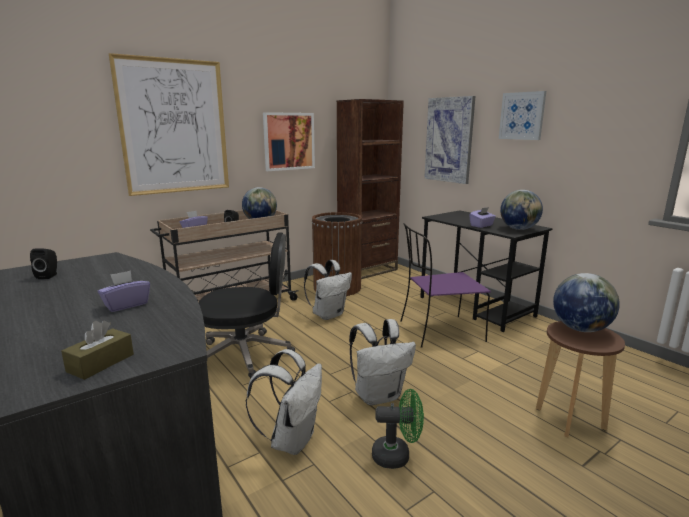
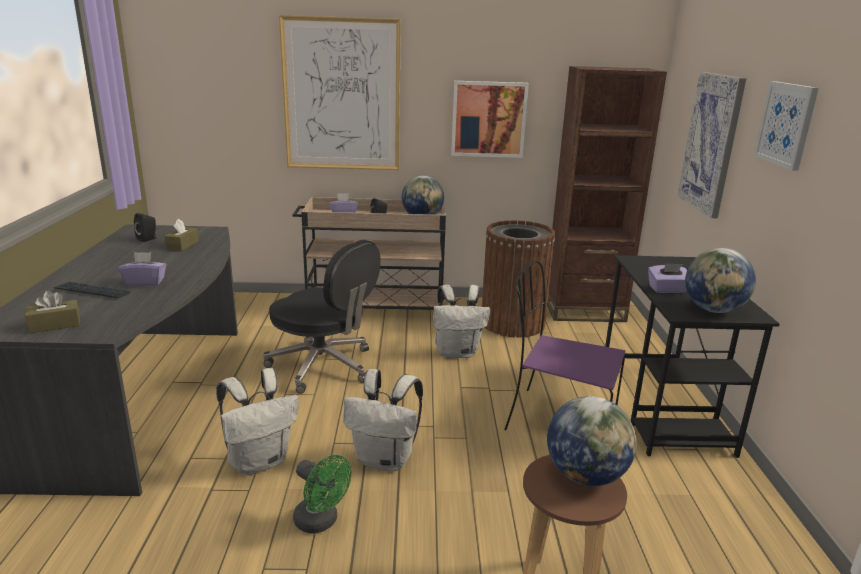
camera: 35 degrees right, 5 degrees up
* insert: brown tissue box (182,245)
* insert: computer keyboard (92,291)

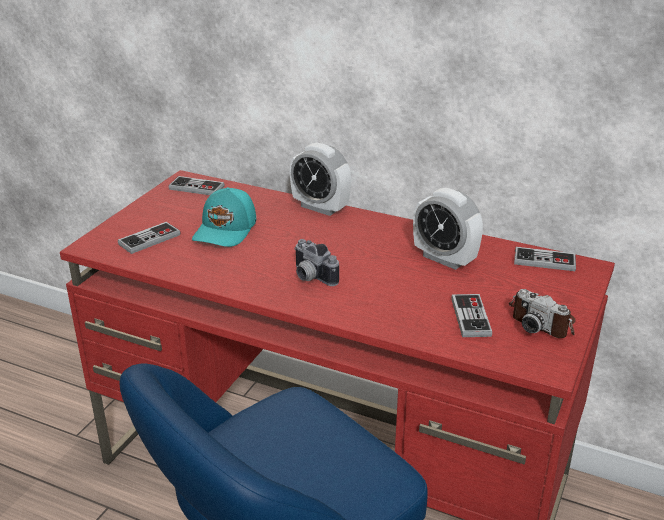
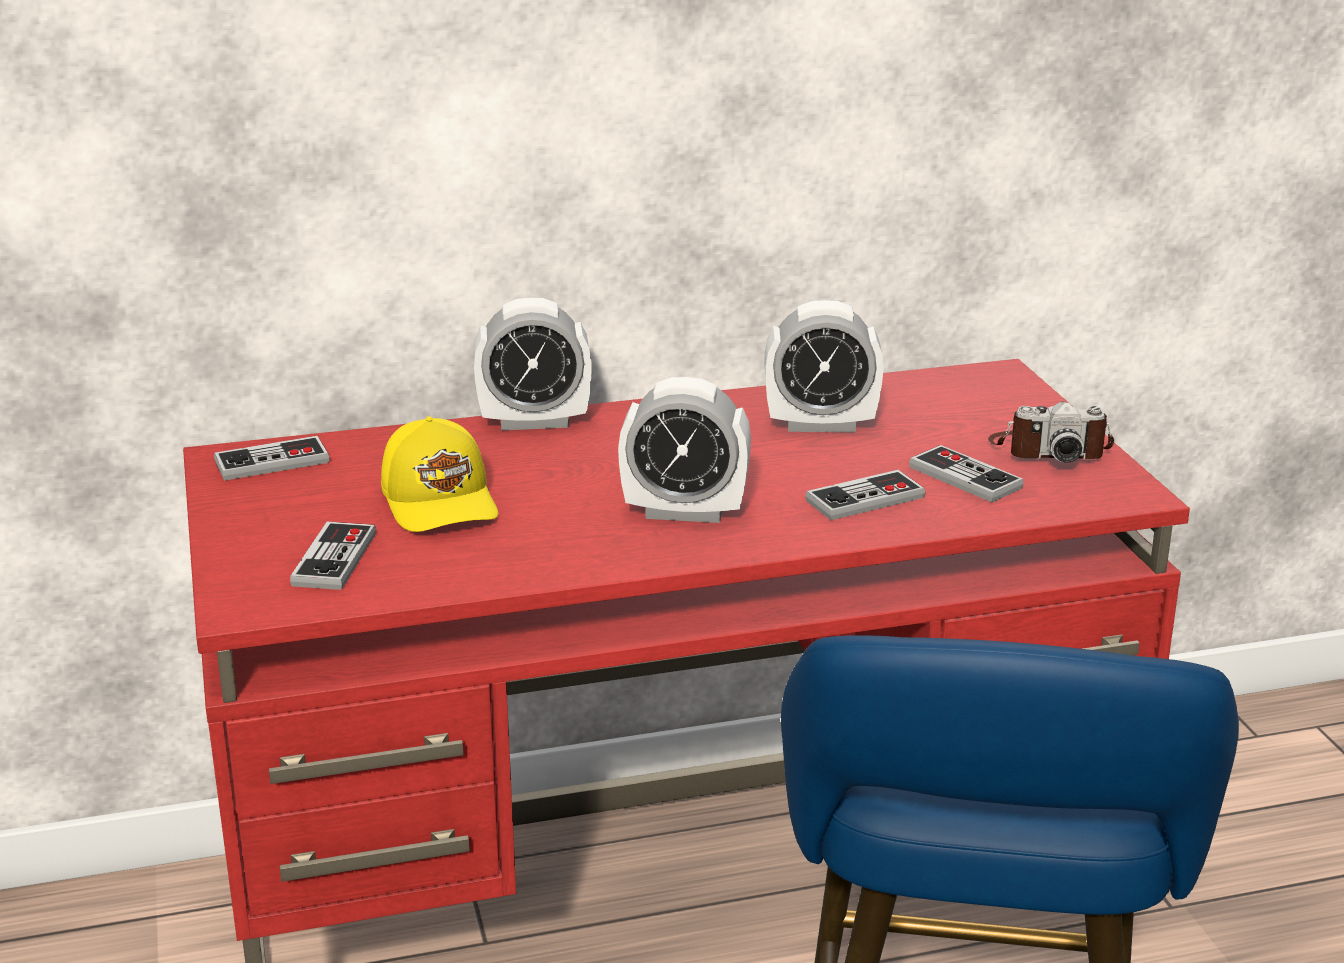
camera: 40 degrees left, 5 degrees down
* recolor: turquoise-coloured peaked cap (226,230) to yellowish peaked cap (442,501)
* replace: photo camera (310,277) to table clock (684,512)
* move: joypad (544,261) to (865,499)

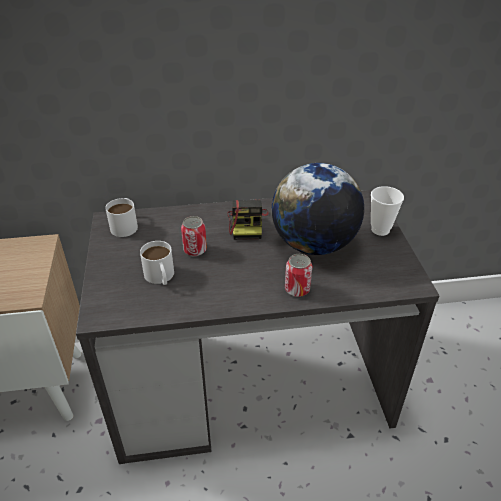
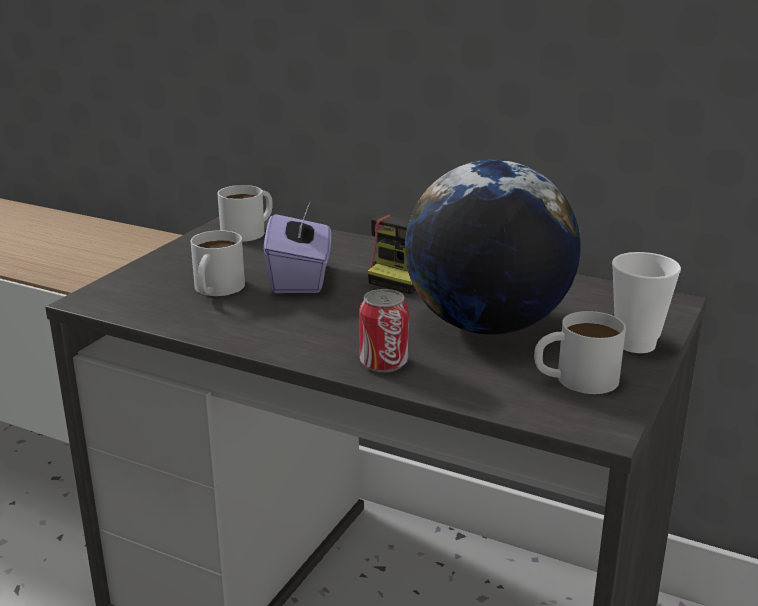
camera: 35 degrees right, 15 degrees down
* replace: can (195,250) to purple tissue box (300,278)
* insert: white tea mug (575,379)

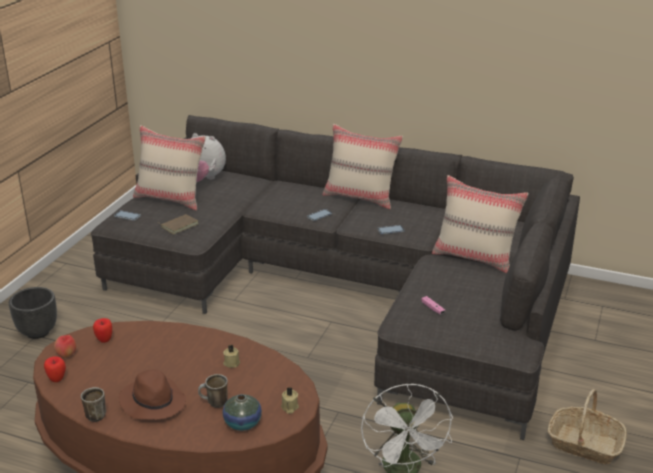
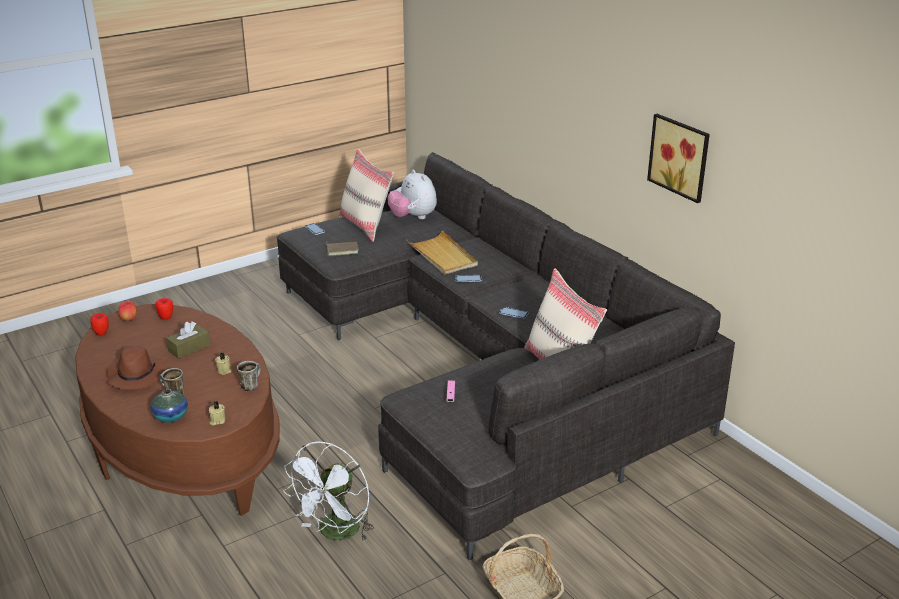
camera: 35 degrees right, 0 degrees up
* delete: beige-coloured throw pillow (361,197)
* delete: black-coloured planter (38,332)
* move: tea mug (95,414) to (251,385)
* insert: picture (681,156)
* insert: beige-coloured tray (442,256)
* insert: brown tissue box (189,348)

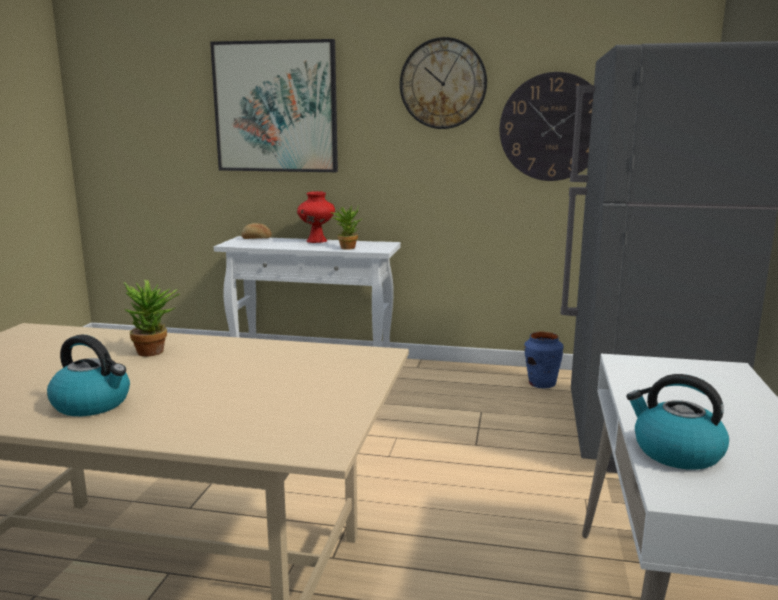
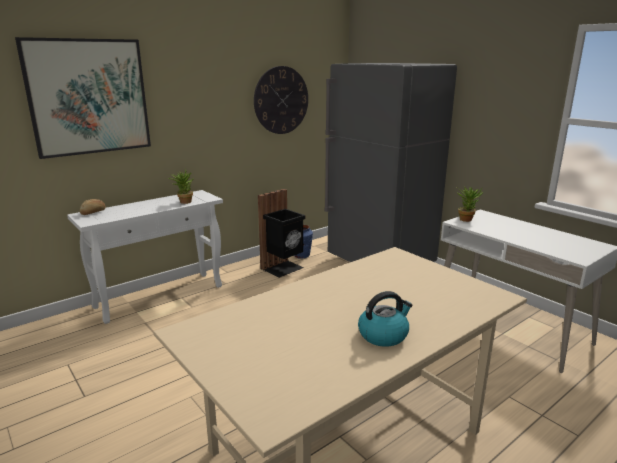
camera: 50 degrees left, 5 degrees up
* delete: wall clock (443,84)
* delete: reddish decorative vase (316,241)
* move: potted plant (155,352) to (467,219)
* delete: kettle (675,452)
* insert: black-coloured waste bin (283,268)

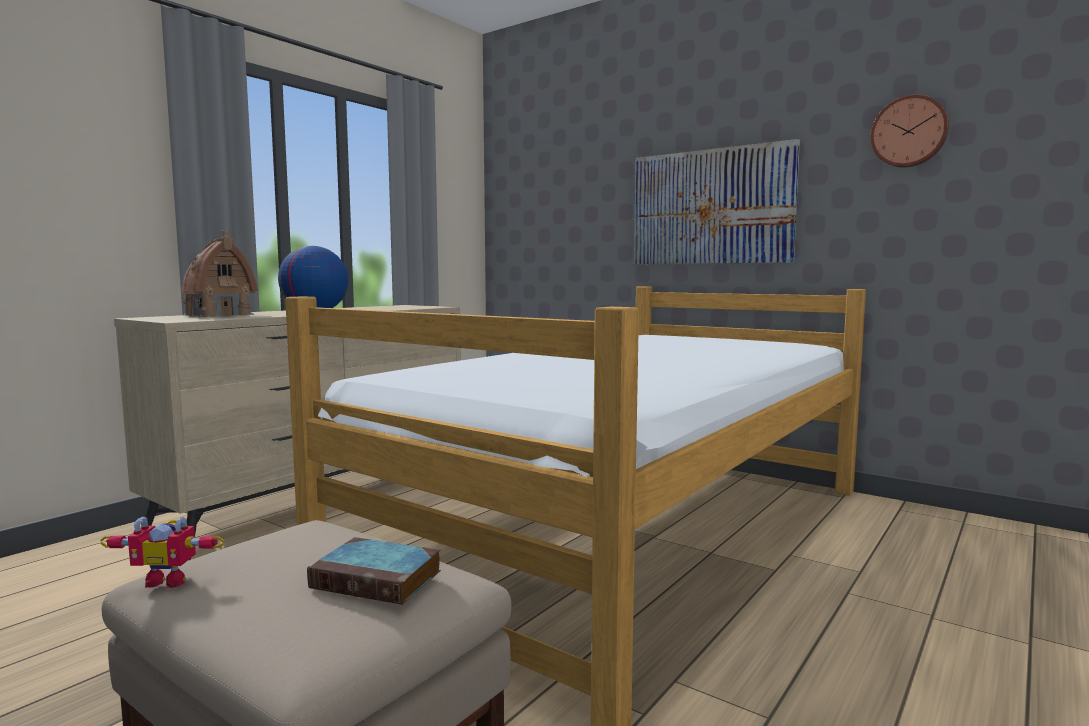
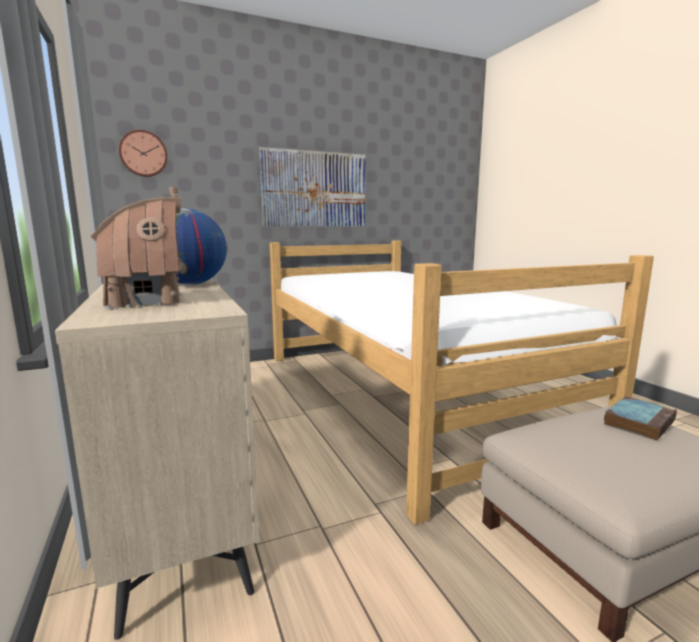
camera: 60 degrees left, 5 degrees up
* move: wall clock (909,132) to (143,154)
* delete: model robot (169,579)

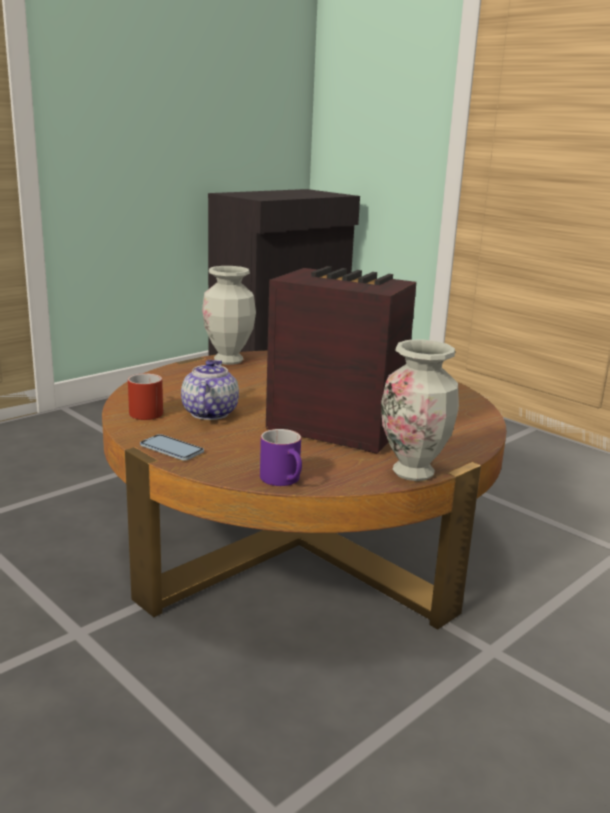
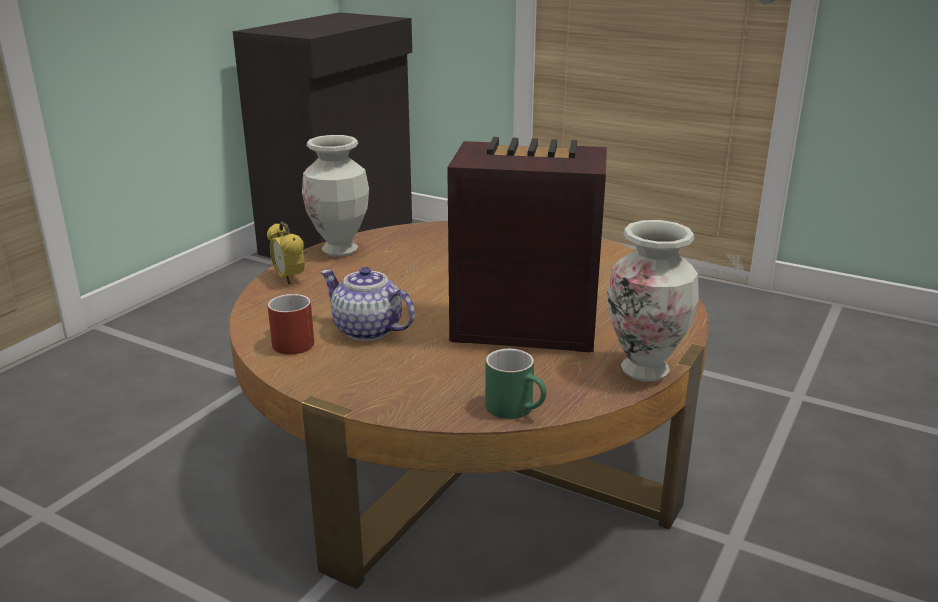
camera: 15 degrees left, 5 degrees up
* rotate: pot for tea (209,413) = (368,330) 45 degrees counterclockwise
* recolor: purple tea mug (285,480) to green-coloured tea mug (517,409)
* delete: phone (171,449)
* insert: table clock (289,279)

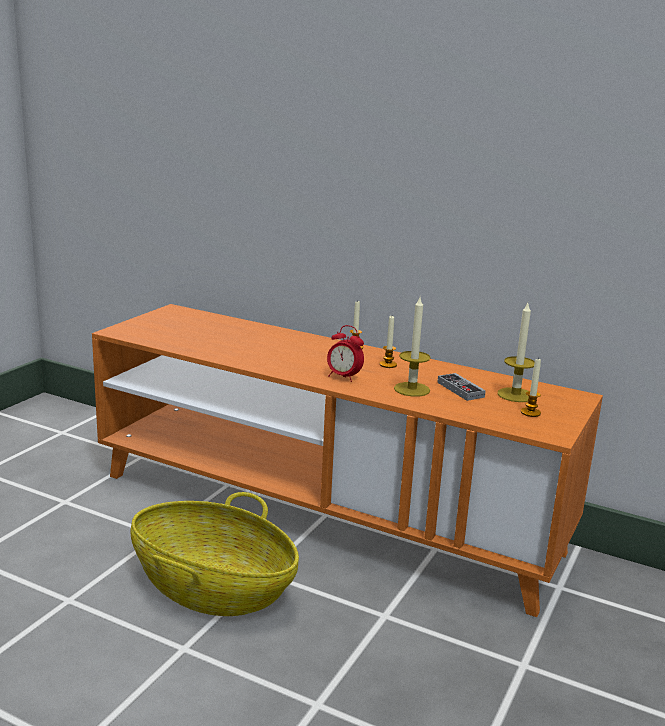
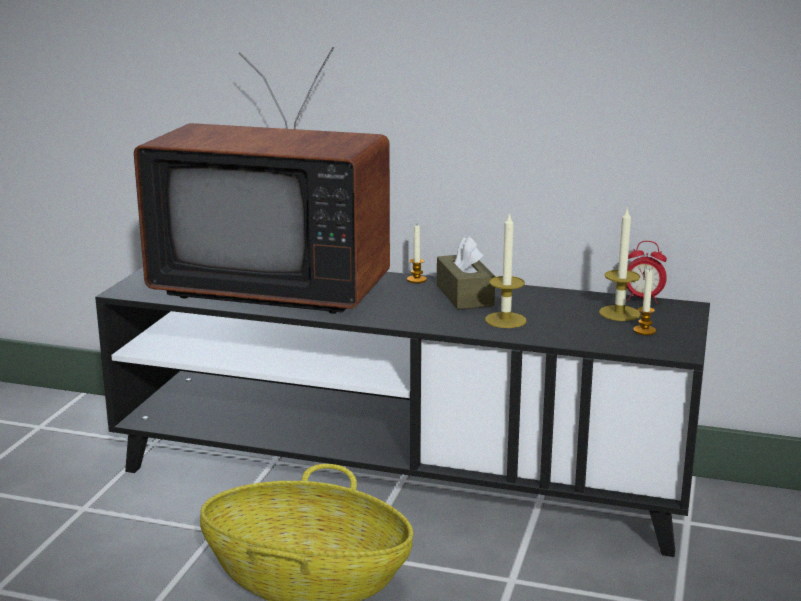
camera: 10 degrees left, 0 degrees up
* recolor: orangey tv stand (325,512) to black-coloured tv stand (400,478)
* replace: wax candle (388,365) to brown tissue box (464,295)
* move: table clock (343,377) to (643,299)
* delete: joypad (460,389)
* insert: TV (274,287)

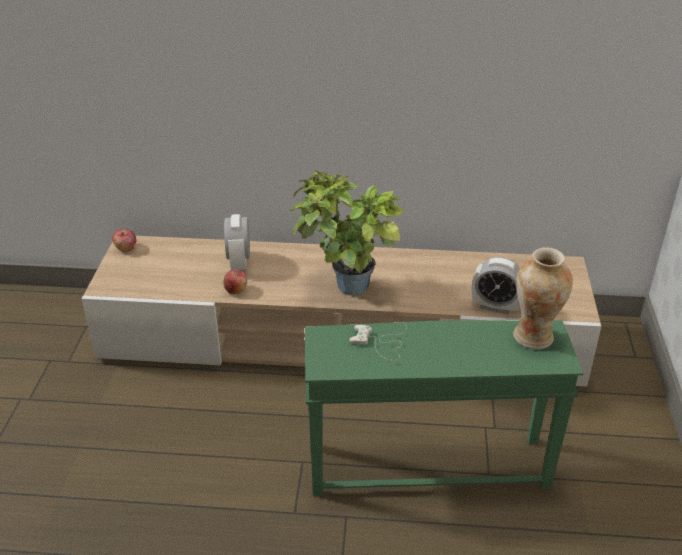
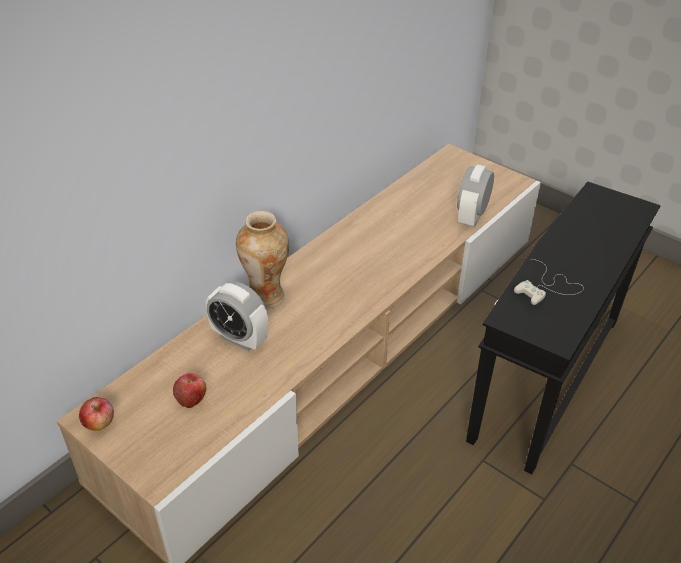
camera: 55 degrees left, 5 degrees up
* delete: potted plant (344,289)
* move: decorative vase (534,337) to (266,296)
* rotate: table clock (495,306) = (471,217) 150 degrees clockwise
* move: apple fruit (236,290) to (191,398)
* recolor: green-coloured end table (428,464) to black-coloured end table (544,376)

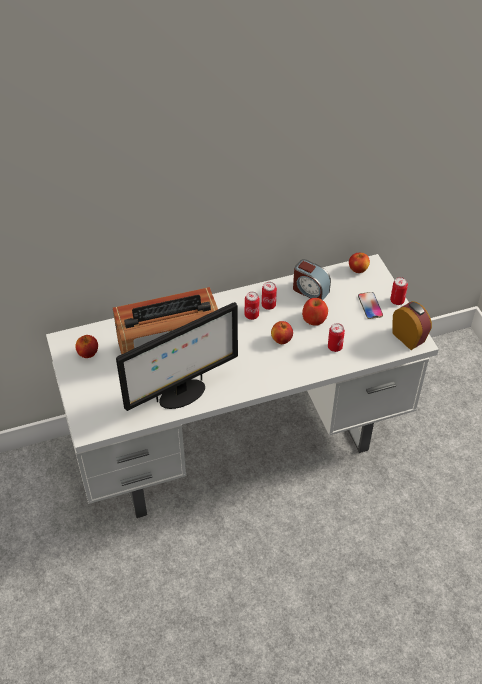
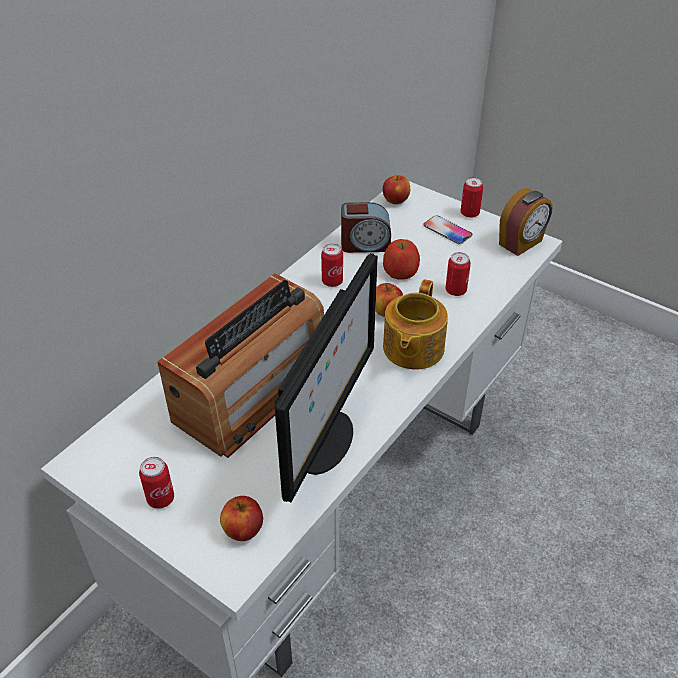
camera: 35 degrees left, 5 degrees down
* move: can (251,315) to (160,498)
* rotate: table clock (408,337) = (521,243) 120 degrees clockwise
* move: apple fruit (88,353) to (243,530)
* insert: pot for tea (412,349)

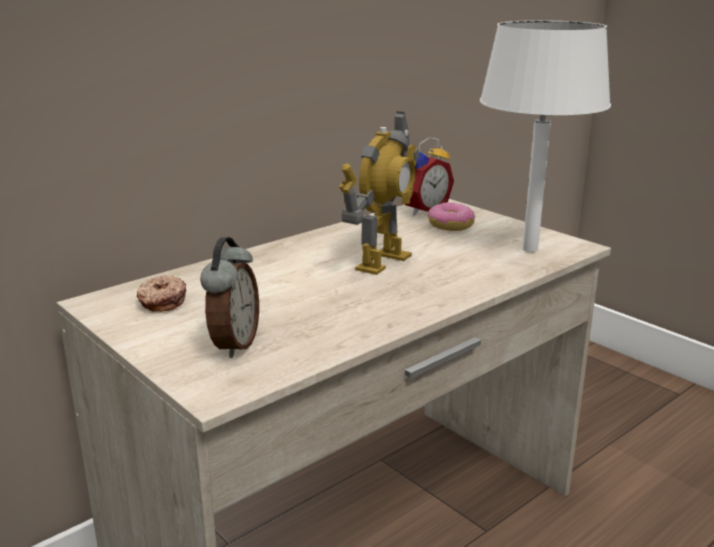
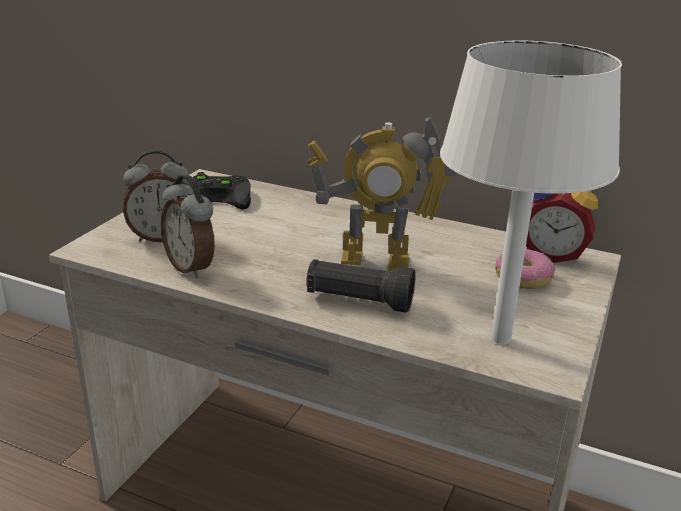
camera: 65 degrees right, 5 degrees up
* replace: ring doughnut (161,301) to black-coloured joypad (220,197)
* insert: table clock (191,267)
* insert: black-coloured hand torch (358,301)

